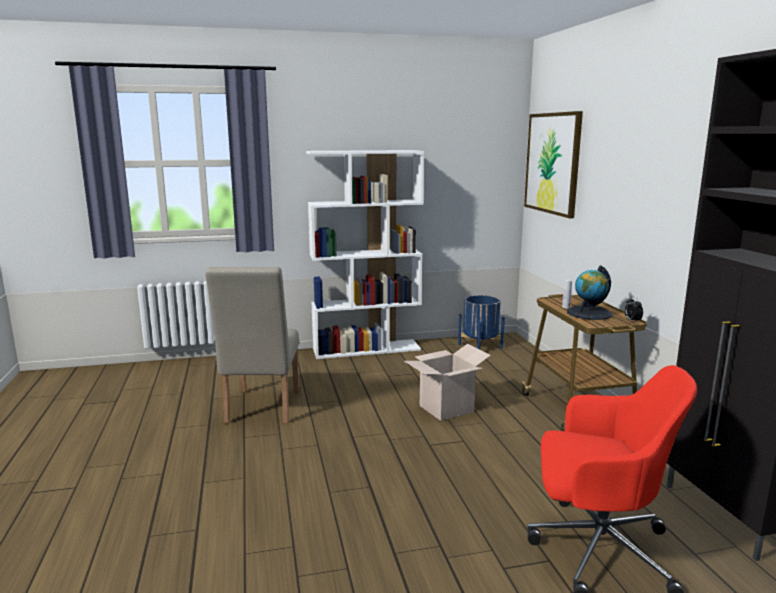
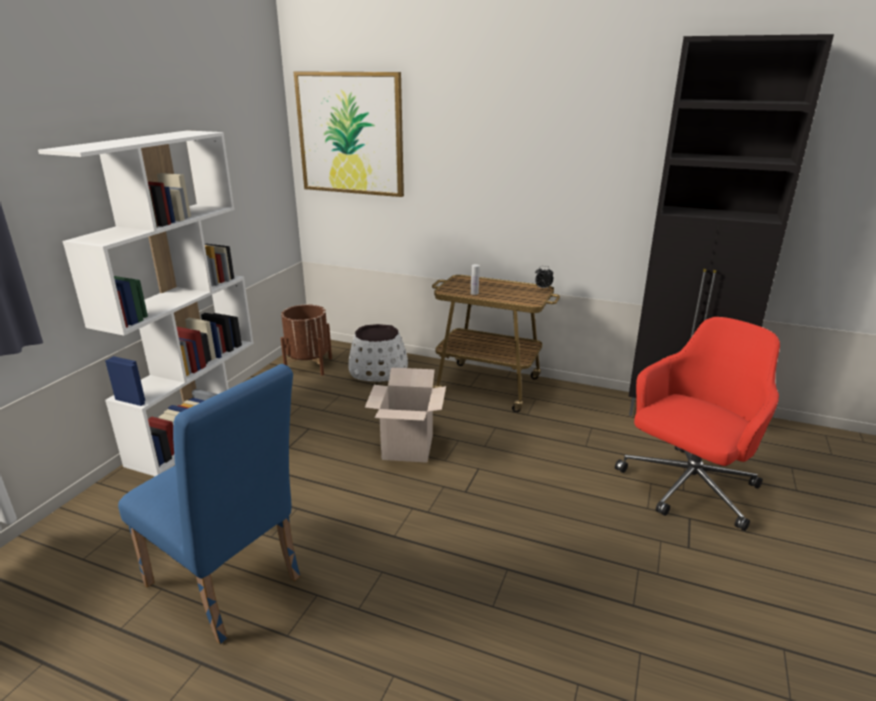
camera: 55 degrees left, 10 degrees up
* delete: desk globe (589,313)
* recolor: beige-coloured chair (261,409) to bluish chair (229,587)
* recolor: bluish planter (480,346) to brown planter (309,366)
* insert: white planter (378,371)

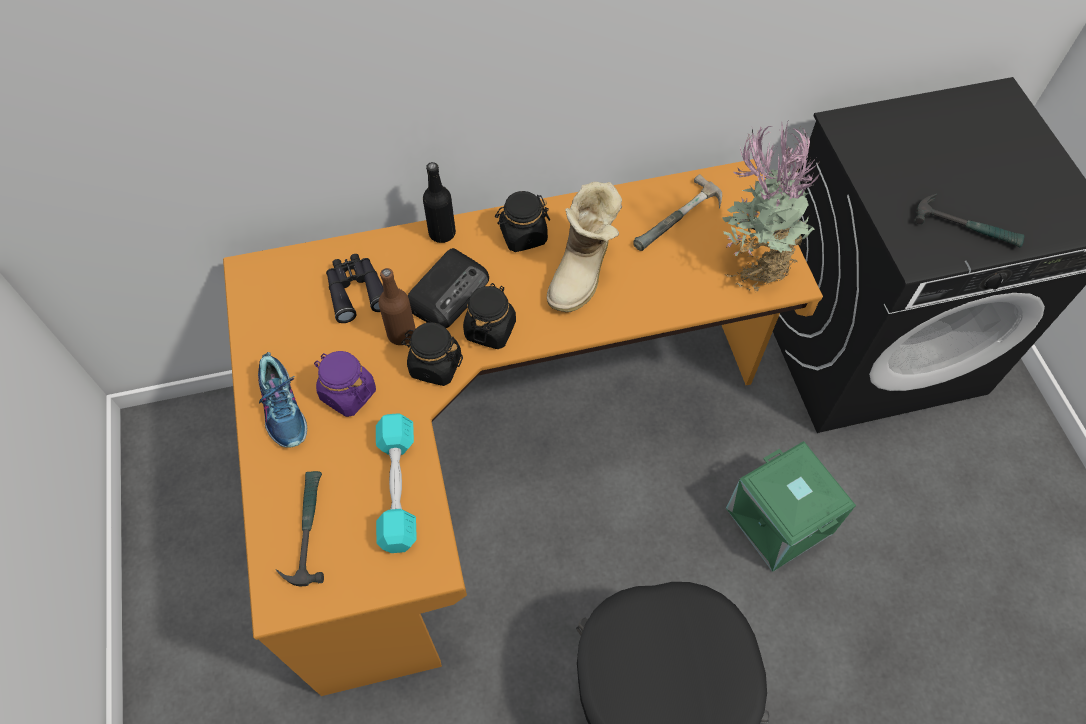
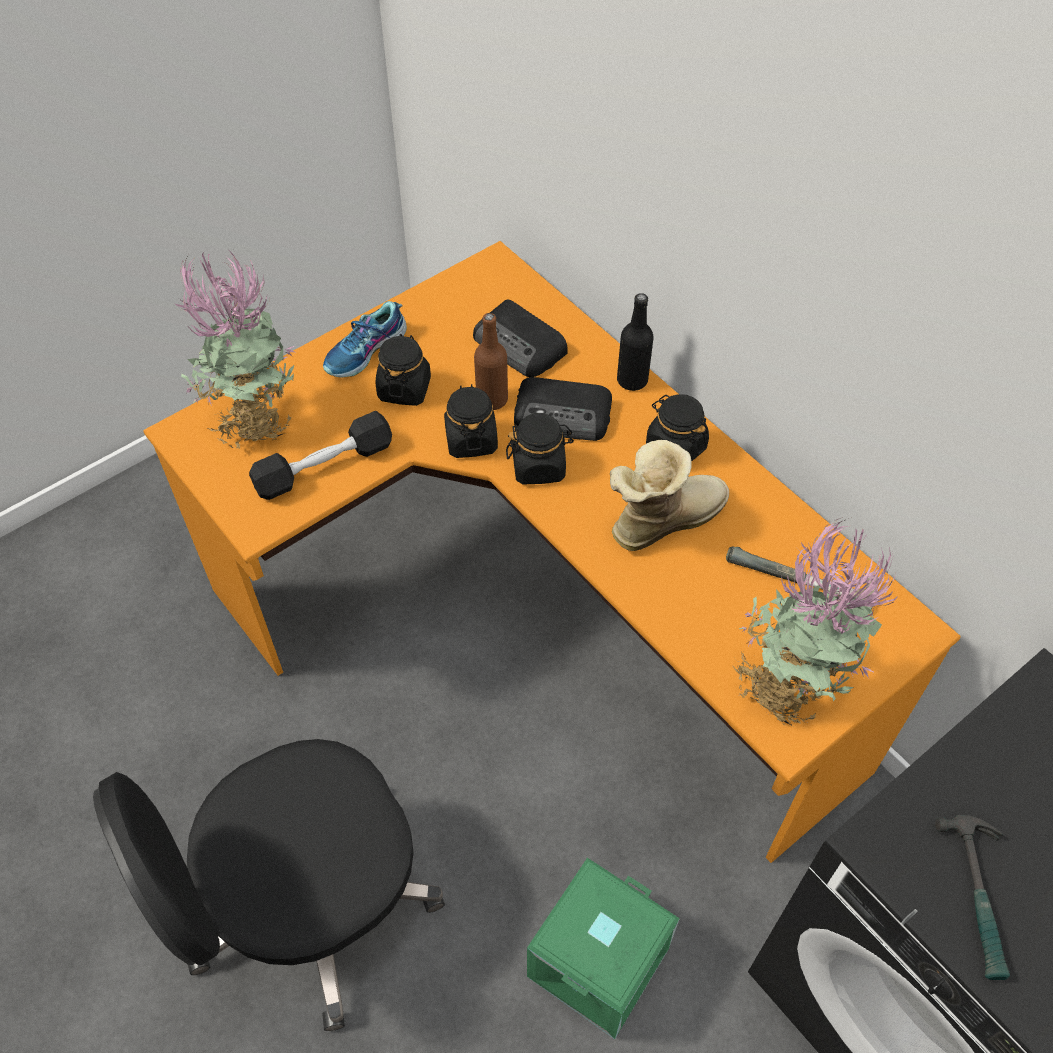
camera: 65 degrees right, 5 degrees down
* rotate: boot (583,272) = (662,519) 150 degrees clockwise
* replace: black-coloured pair of binoculars (356,291) to radio (520,345)
* recolor: purple storage jar (348,394) to black-coloured storage jar (404,388)
* recolor: turquoise-coloured hand weight (398,488) to black-coloured hand weight (324,467)
* replace: hand hammer (306,529) to potted plant (254,420)

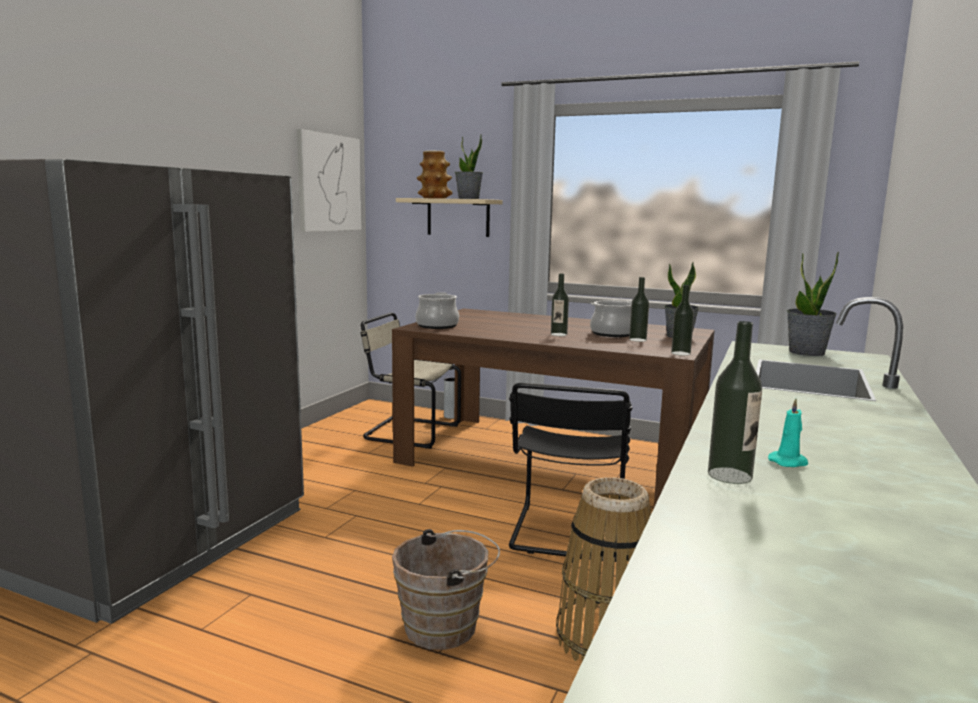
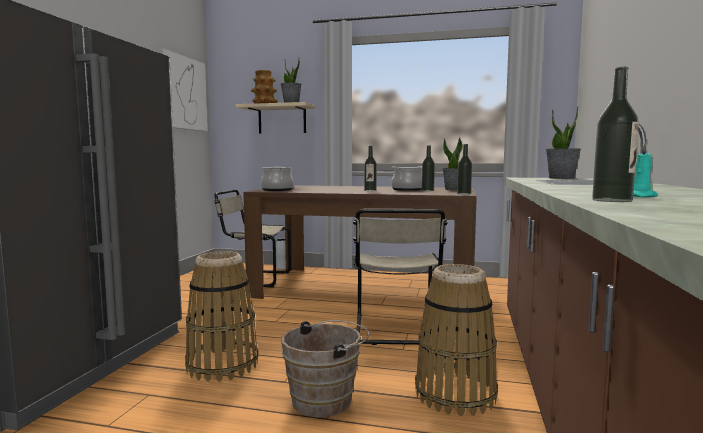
camera: 10 degrees left, 5 degrees down
* recolor: black-coloured chair (567,534) to beige-coloured chair (396,331)
* insert: storage basket (223,365)

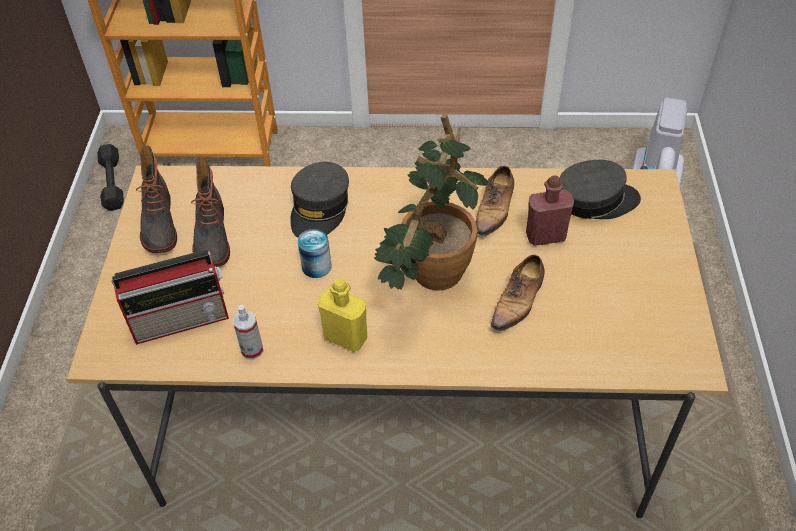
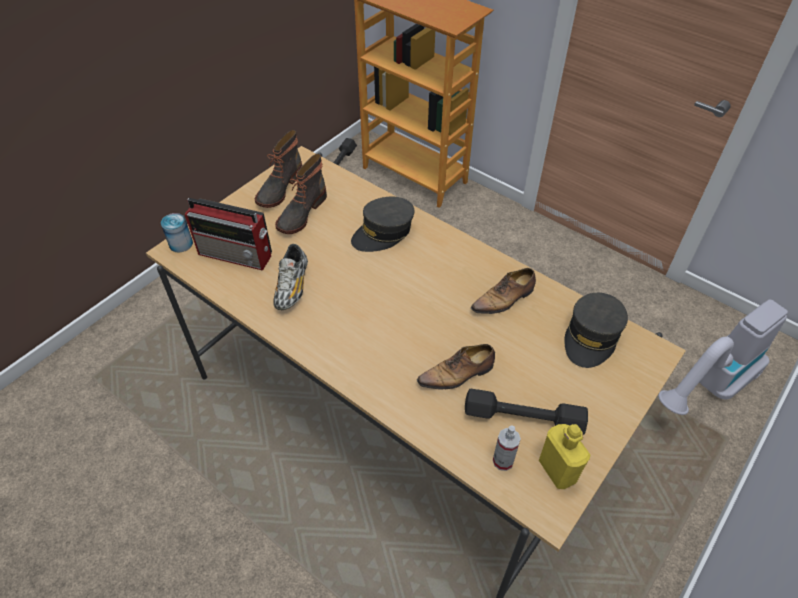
camera: 35 degrees right, 0 degrees up
* delete: potted plant (428,279)
* rotate: greyish peaked cap (596,200) = (592,336) 90 degrees clockwise
* delete: reddish drink bottle (545,236)
* move: can (316,266) to (181,244)
* move: yellowish drink bottle (345,337) to (557,470)
* move: spray bottle (252,350) to (503,461)
* insert: item of footwear (292,287)
* insert: black-coloured hand weight (523,418)

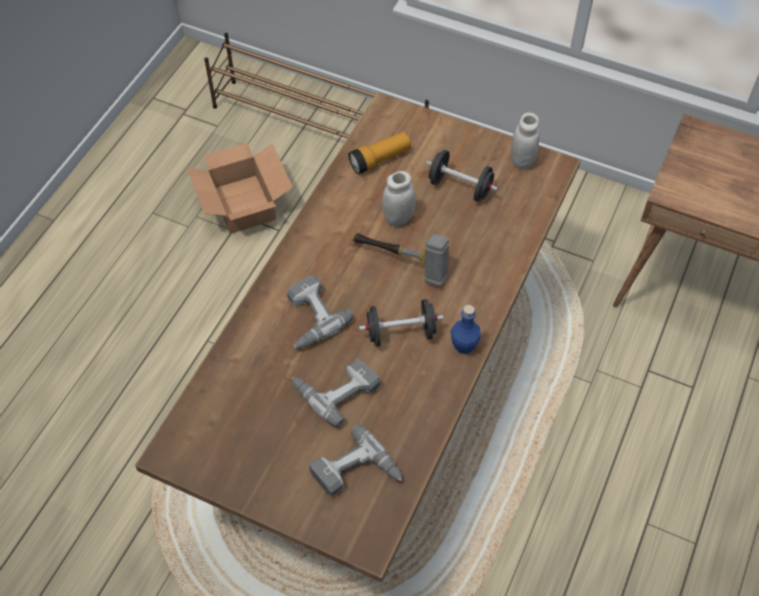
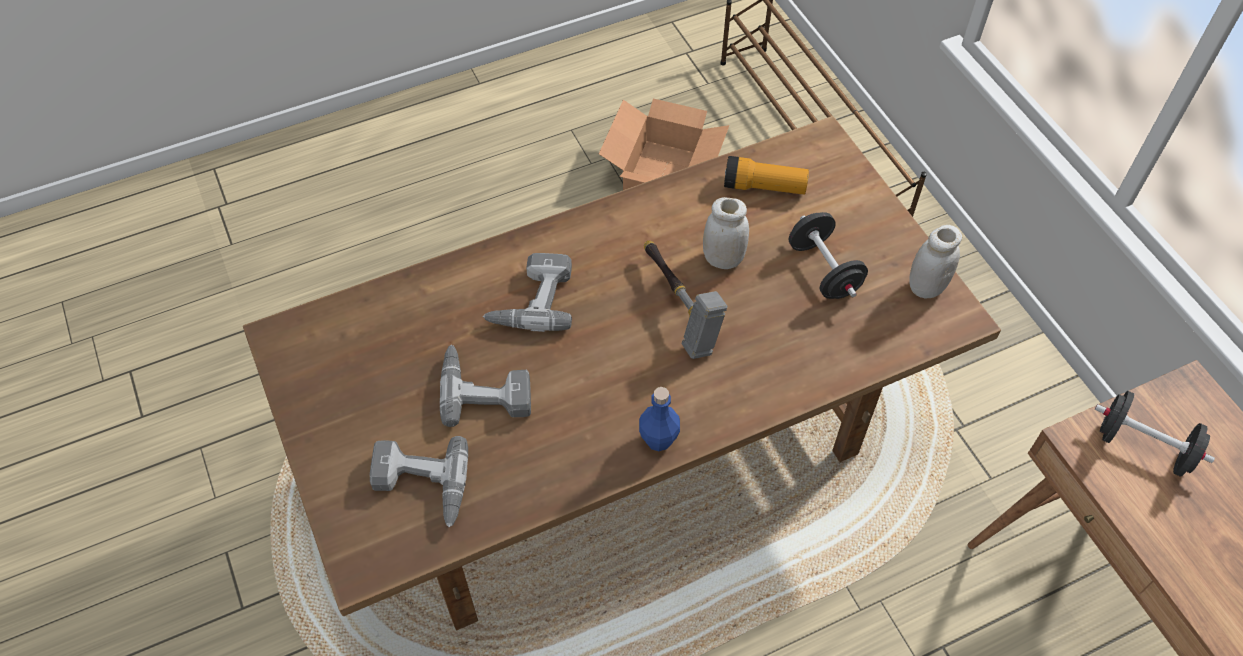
camera: 40 degrees right, 0 degrees up
* move: black-coloured hand weight (400,333) to (1143,446)

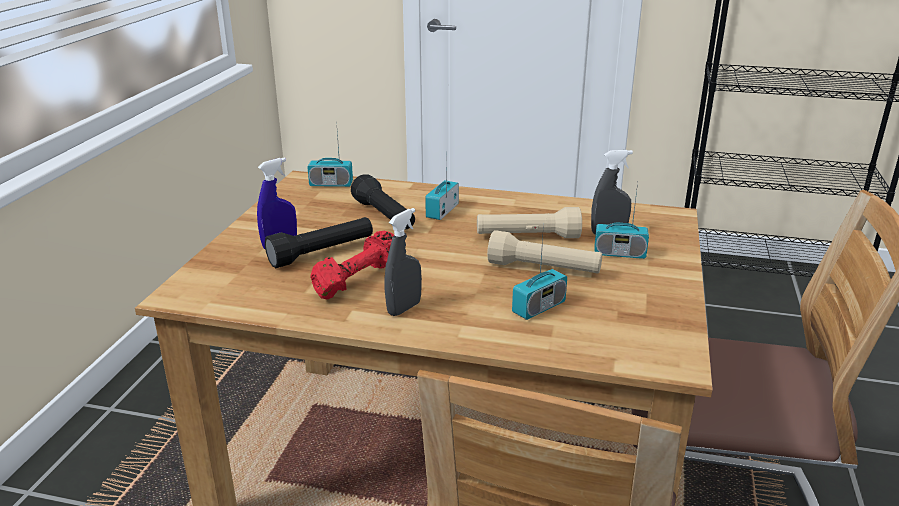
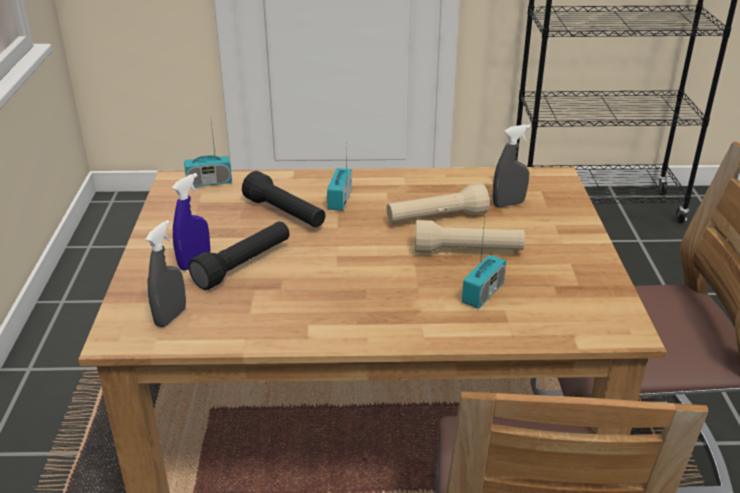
camera: 15 degrees left, 5 degrees up
* delete: radio (619,253)
* move: greyish spray bottle (404,308) to (171,317)
* delete: reddish hand weight (357,278)

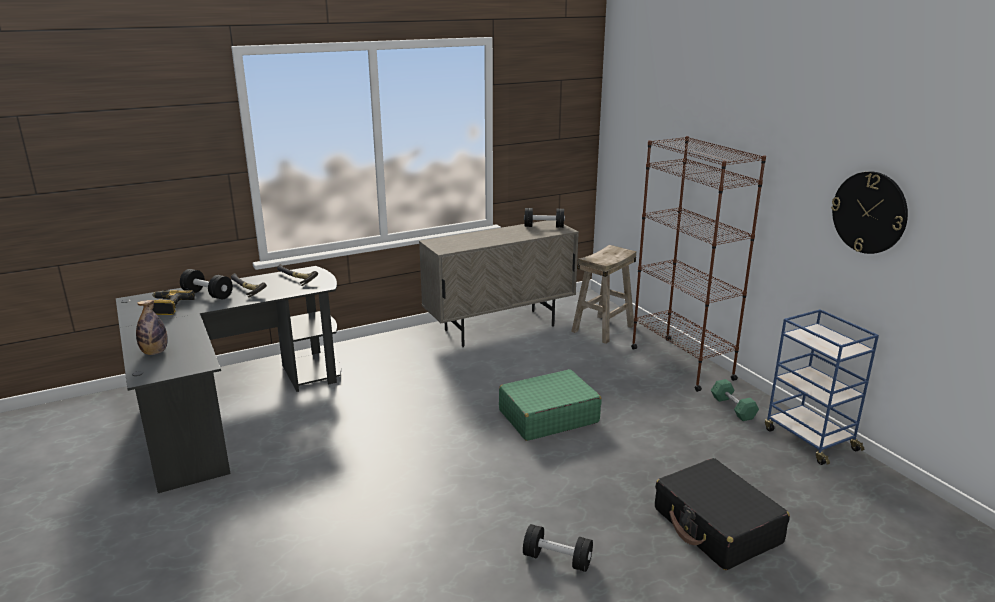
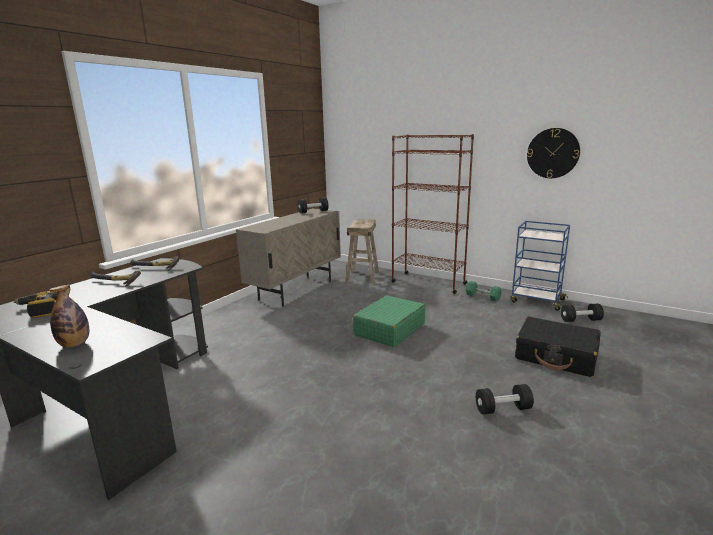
camera: 30 degrees left, 5 degrees down
* move: black-coloured hand weight (208,294) to (580,320)

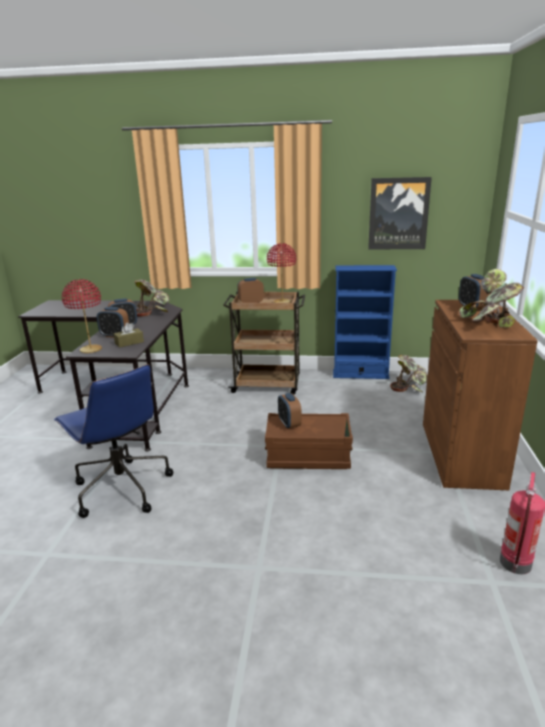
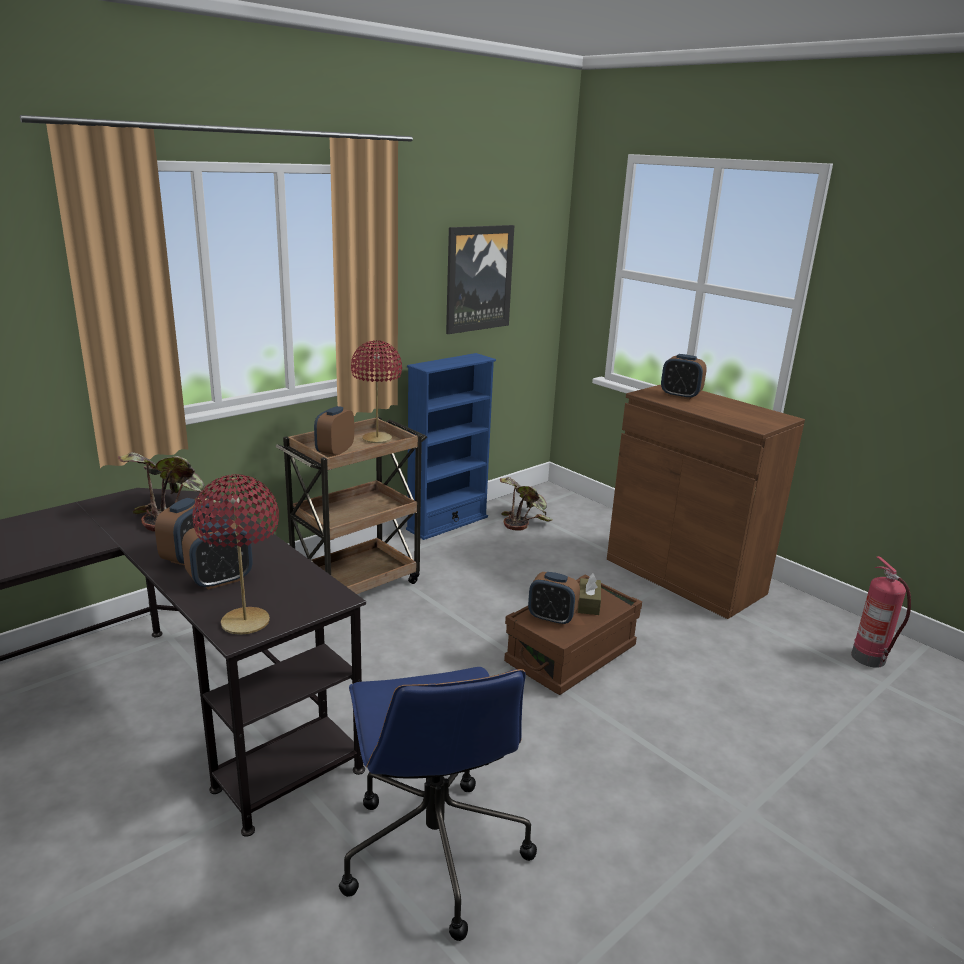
camera: 50 degrees left, 0 degrees up
* delete: potted plant (487,324)
* move: brown tissue box (129,343) to (588,603)
* rotate: bluish computer chair (121,488) = (433,850) 75 degrees clockwise

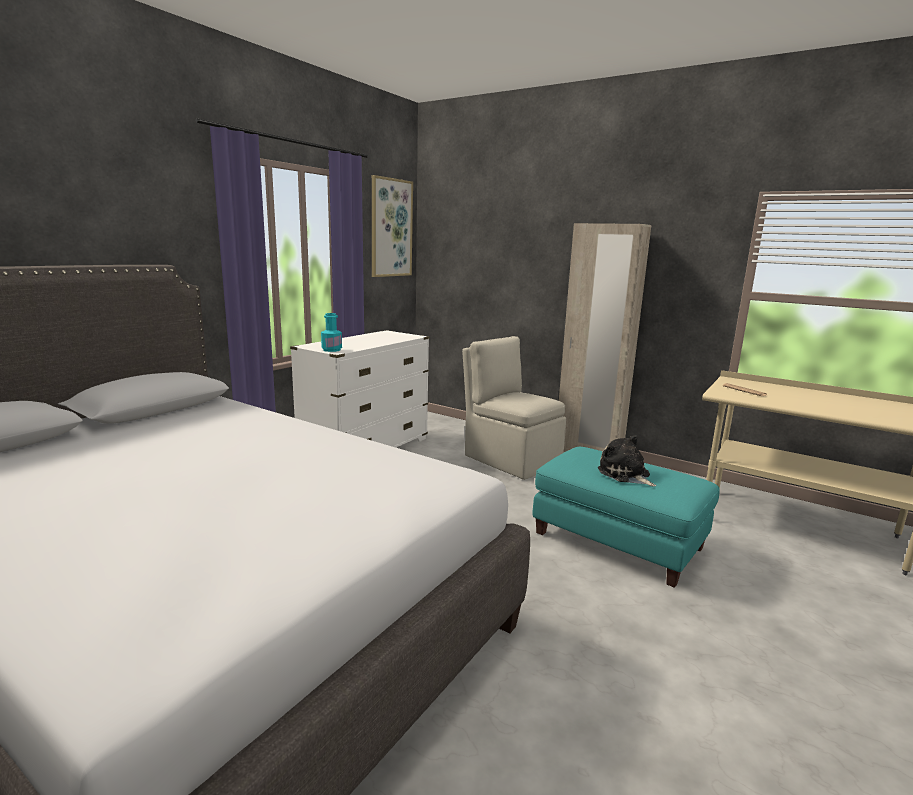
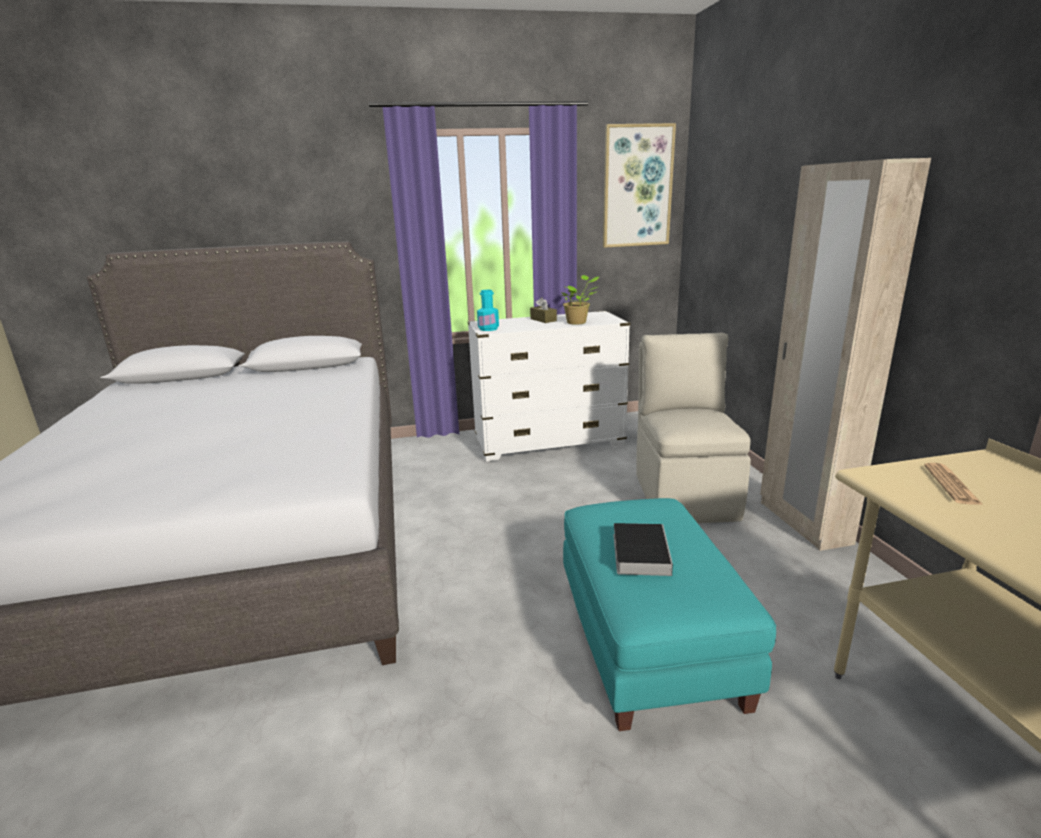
camera: 45 degrees right, 5 degrees up
* replace: cuddly toy (625,474) to book (640,552)
* insert: potted plant (578,322)
* insert: brown tissue box (543,320)

